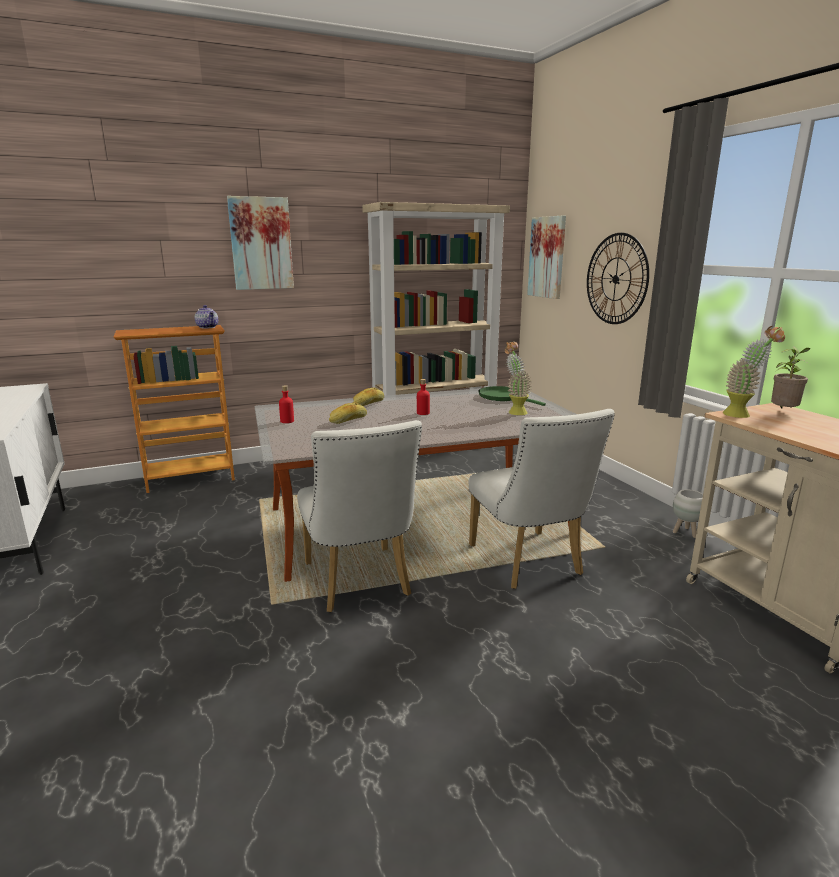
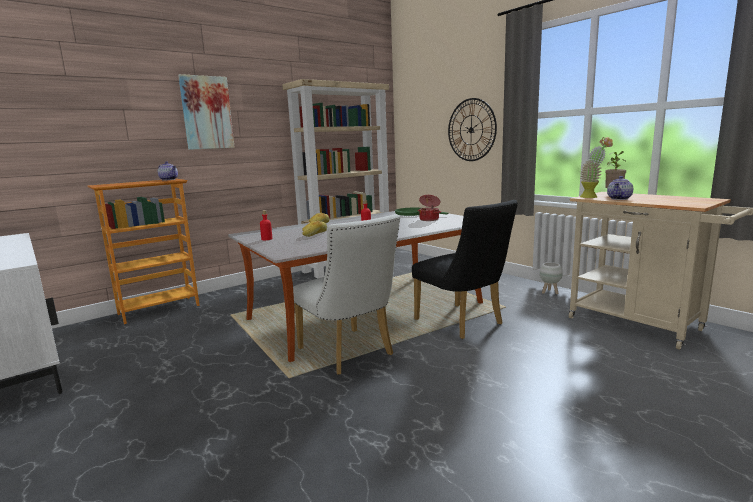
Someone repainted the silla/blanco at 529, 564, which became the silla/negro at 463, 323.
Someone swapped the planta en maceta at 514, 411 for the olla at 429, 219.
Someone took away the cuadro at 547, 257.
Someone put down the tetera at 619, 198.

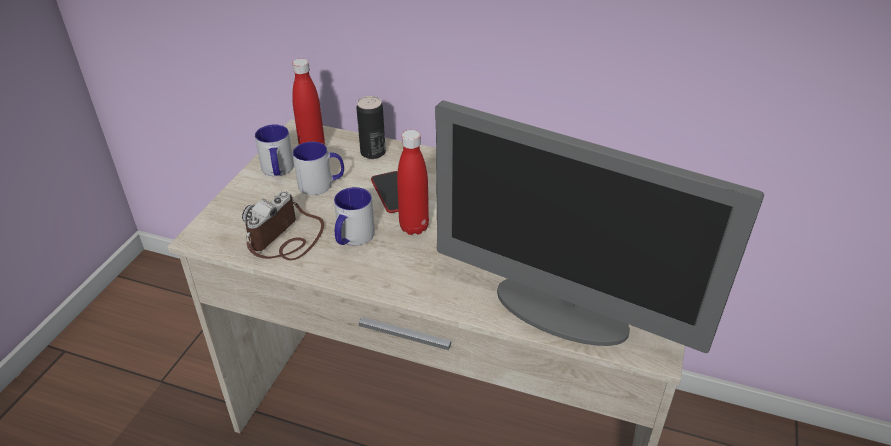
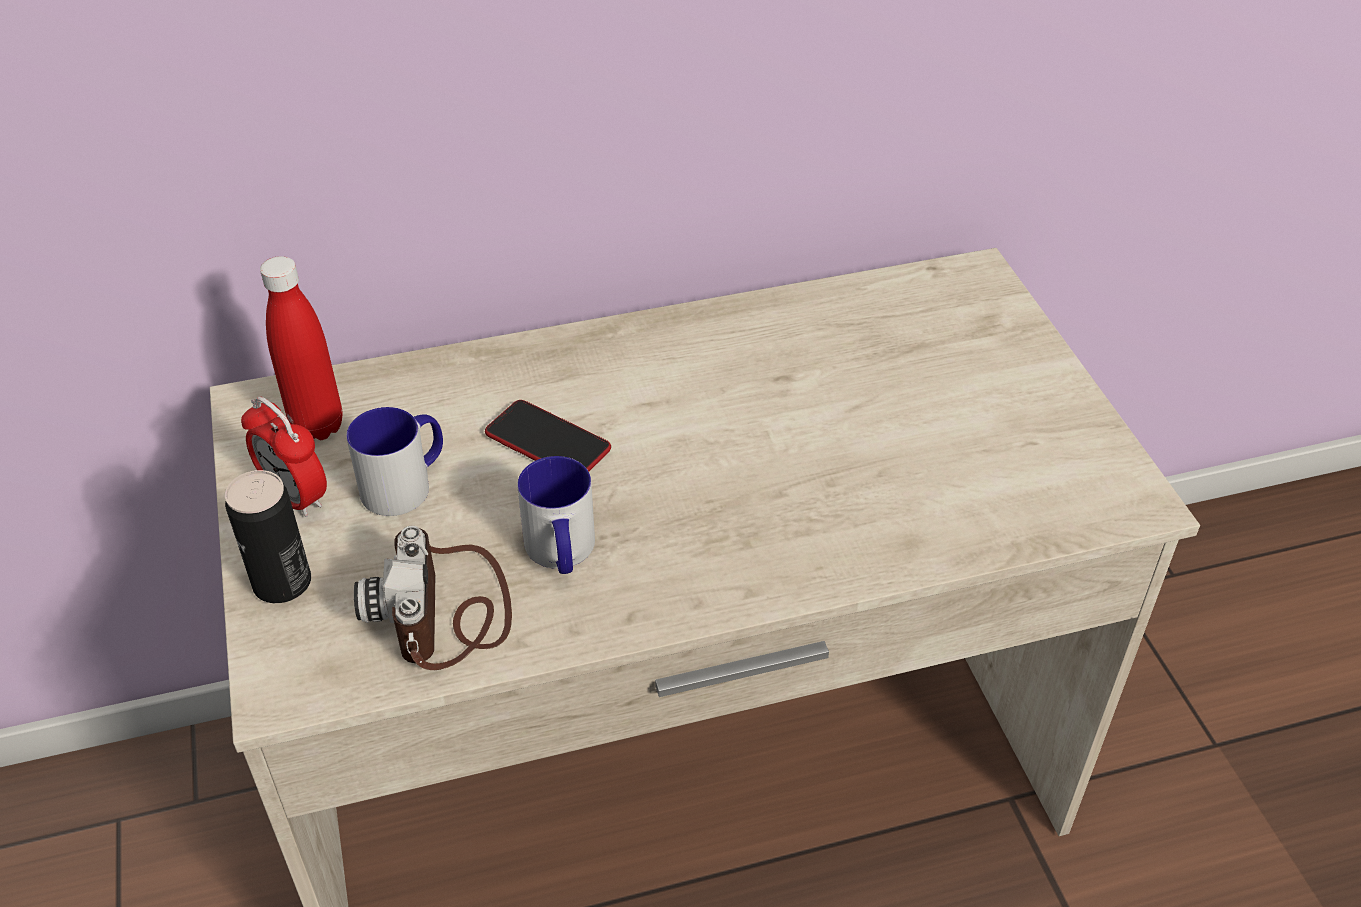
Someone swapped the taza grande at 278, 170 for the despertador at 295, 496.
Someone carried the lata from 373, 153 to 282, 583.
Someone took away the botella/rojo at 414, 227.
Someone took away the monitor at 562, 312.

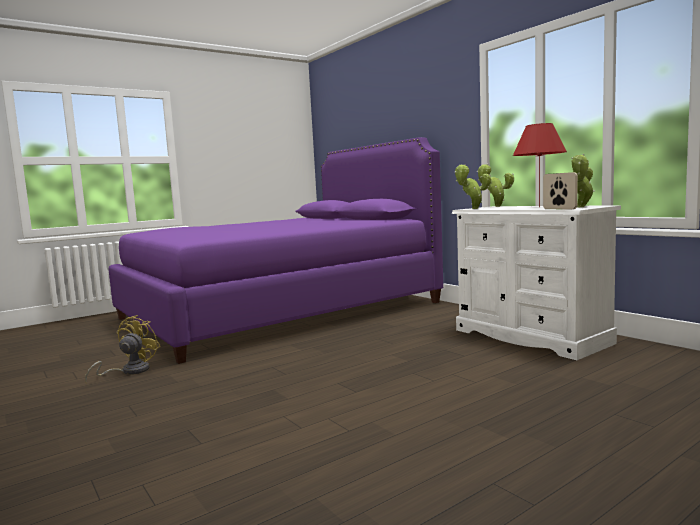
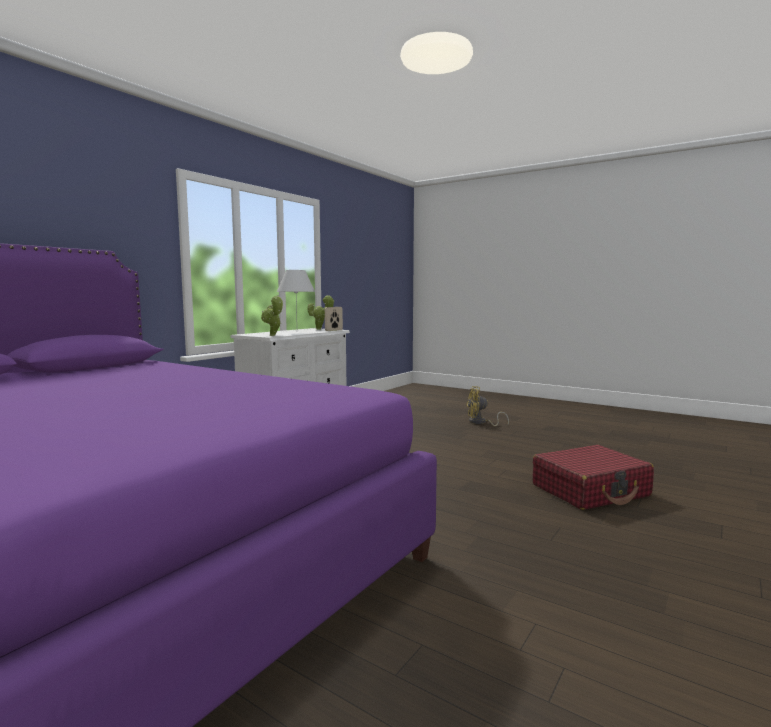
Someone carried the ventilador/amarillo from 129, 371 to 480, 422.
Someone took away the planta en maceta at 495, 206.
Someone repainted the lámpara de mesa/rojo at 539, 207, which became the lámpara de mesa/blanco at 296, 331.
Someone put down the maleta/rojo at 591, 490.

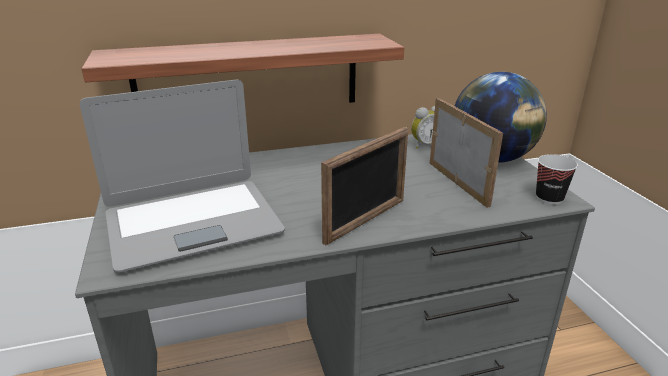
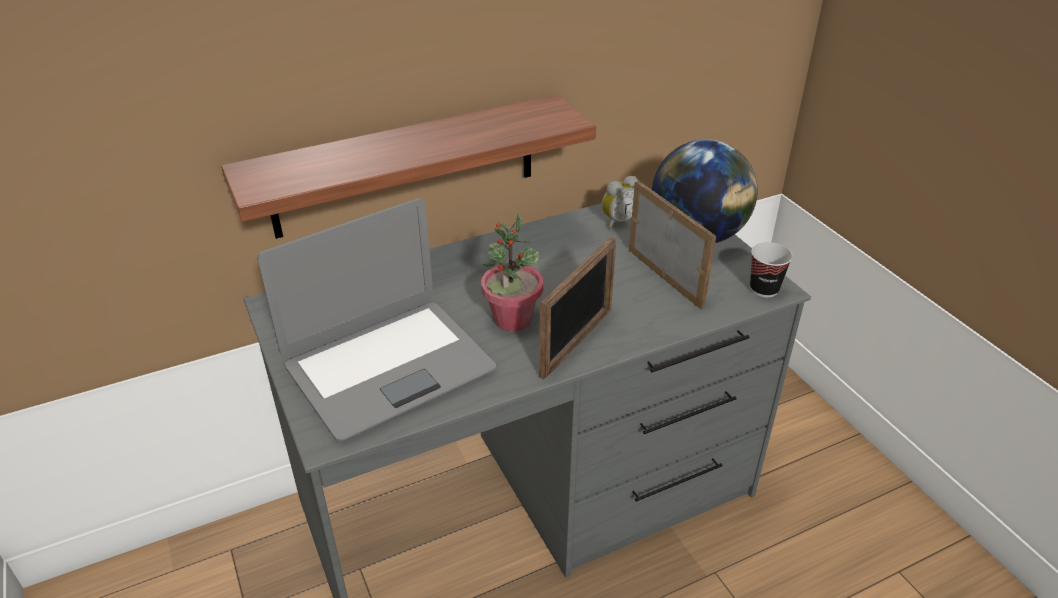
Someone put down the planta en maceta at 512, 320.

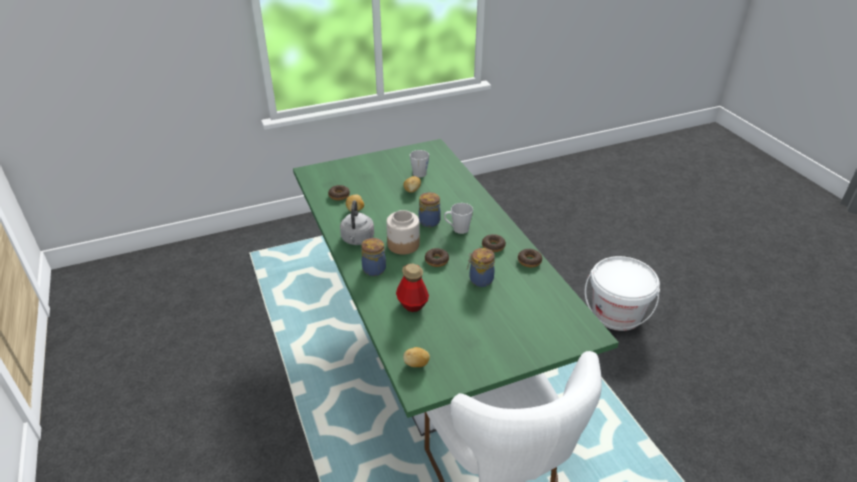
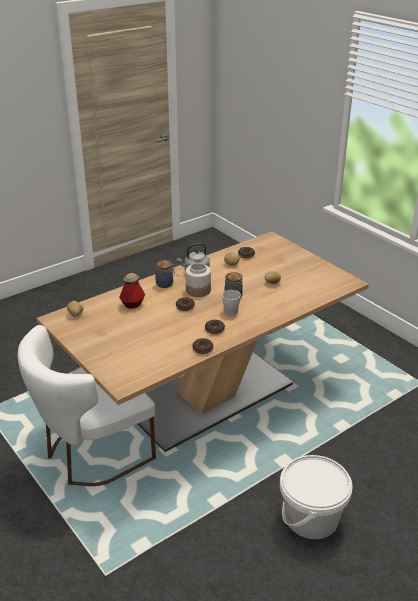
Someone repainted the mesa de comedor/verde at 428, 349, which became the mesa de comedor/beis at 208, 396.
Someone took away the taza grande/gris at 419, 172.
Someone took away the tarro at 480, 279.

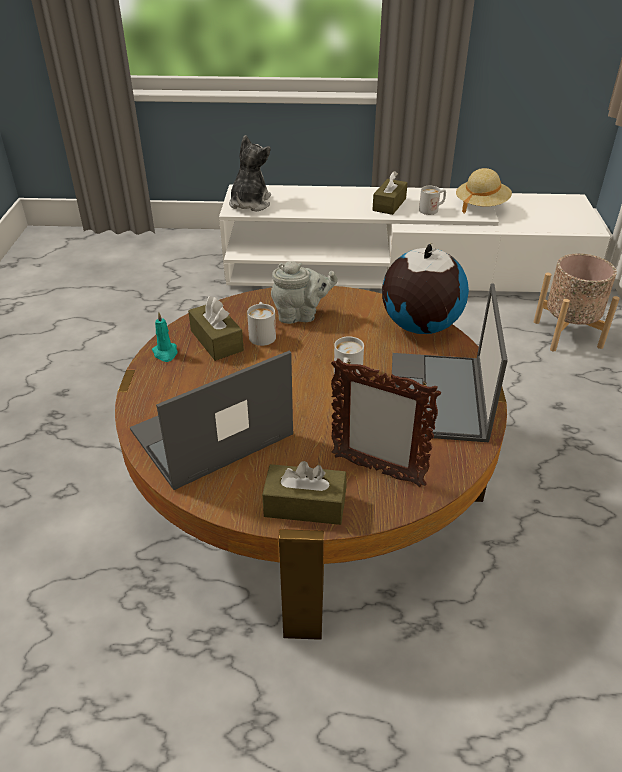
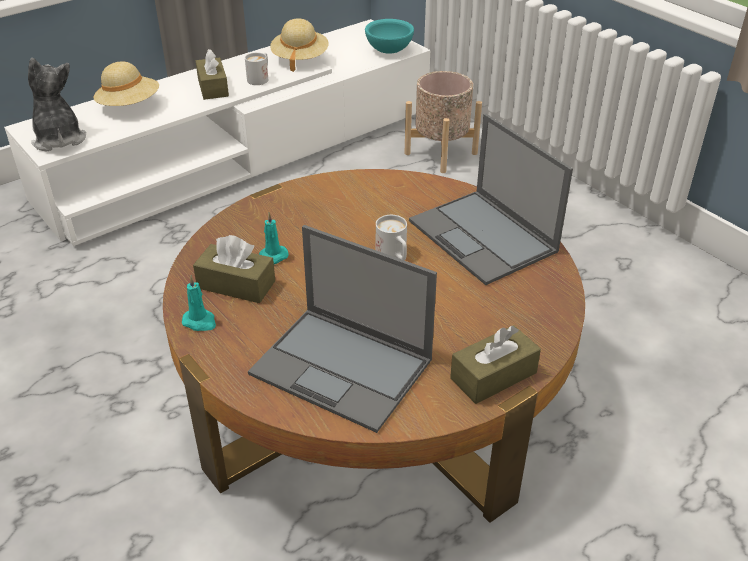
Someone rotated the portátil at 210, 434 by 75 degrees counterclockwise.
Someone swapped the taza grande/blanco at 262, 334 for the vela/turquesa at 272, 257.
Someone took away the tetera/gris at 301, 315.
Someone took away the portarretratos at 376, 470.
Someone took away the globo terráqueo at 419, 326.
Someone put down the sombrero/beis at 129, 106.
Someone put down the cuenco/turquesa at 389, 51.

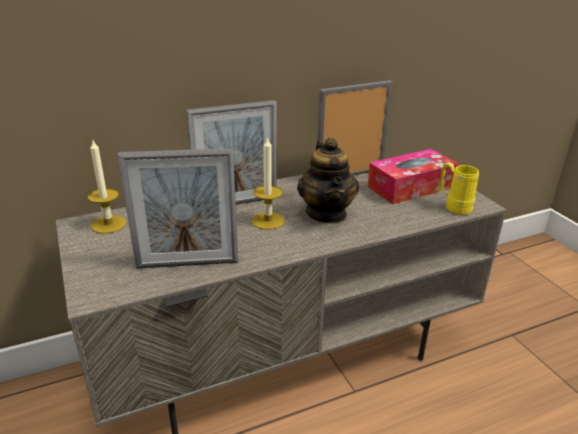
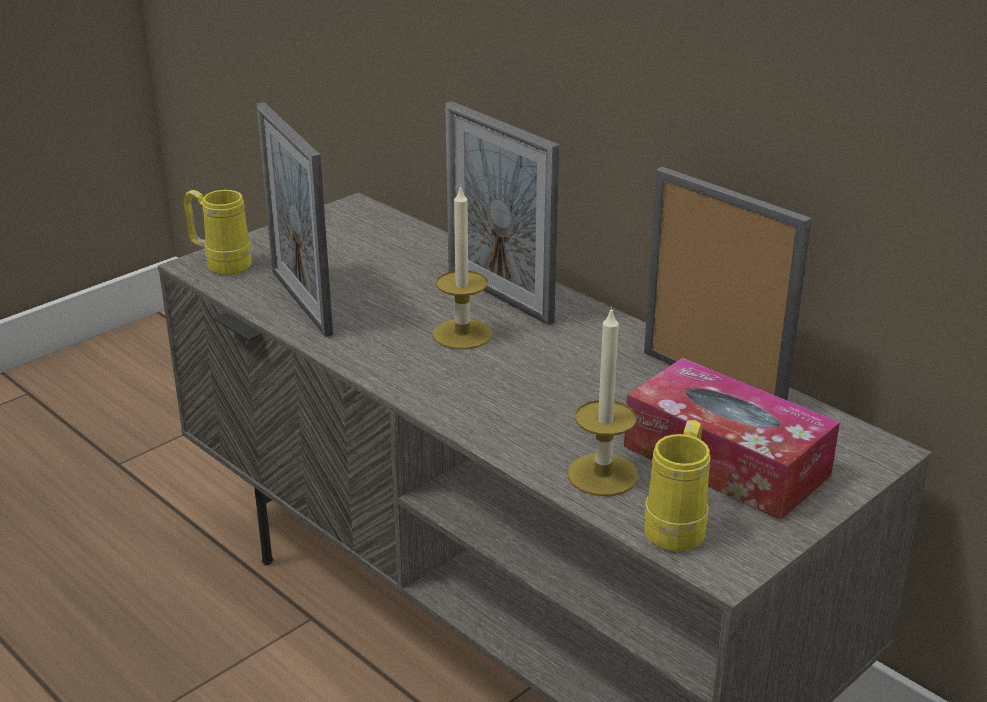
Someone carried the vela from 108, 224 to 602, 475.
Someone took away the tetera at 327, 213.
Someone put down the taza grande/amarillo at 221, 263.

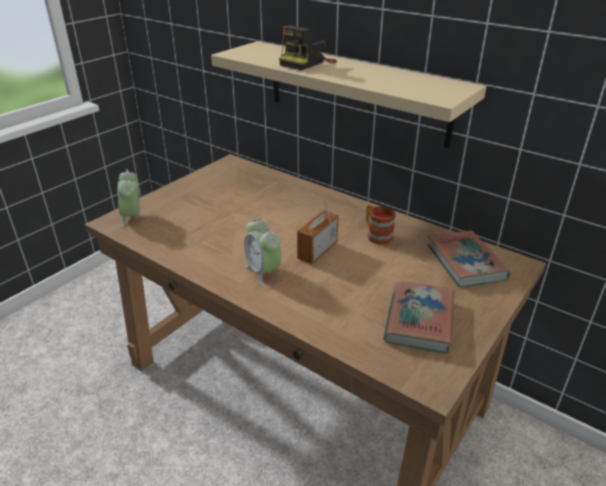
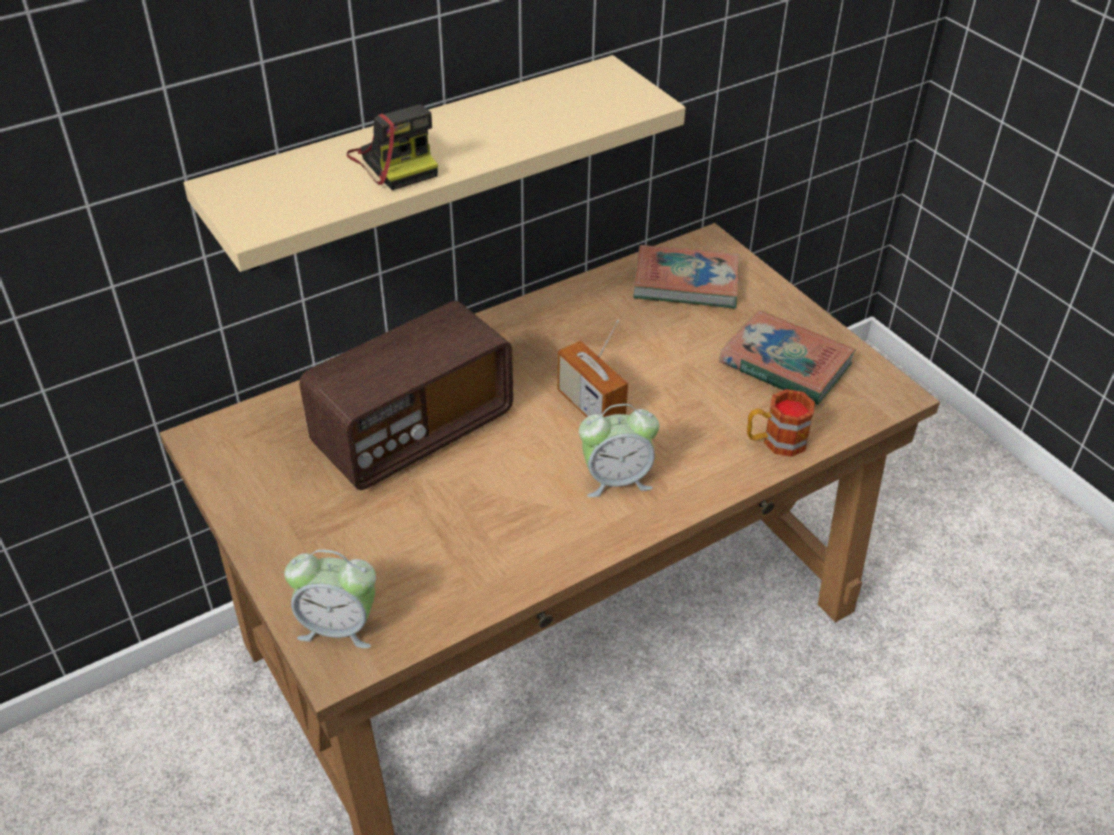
Someone carried the taza grande from 376, 234 to 775, 441.
Someone put down the radio at 414, 432.

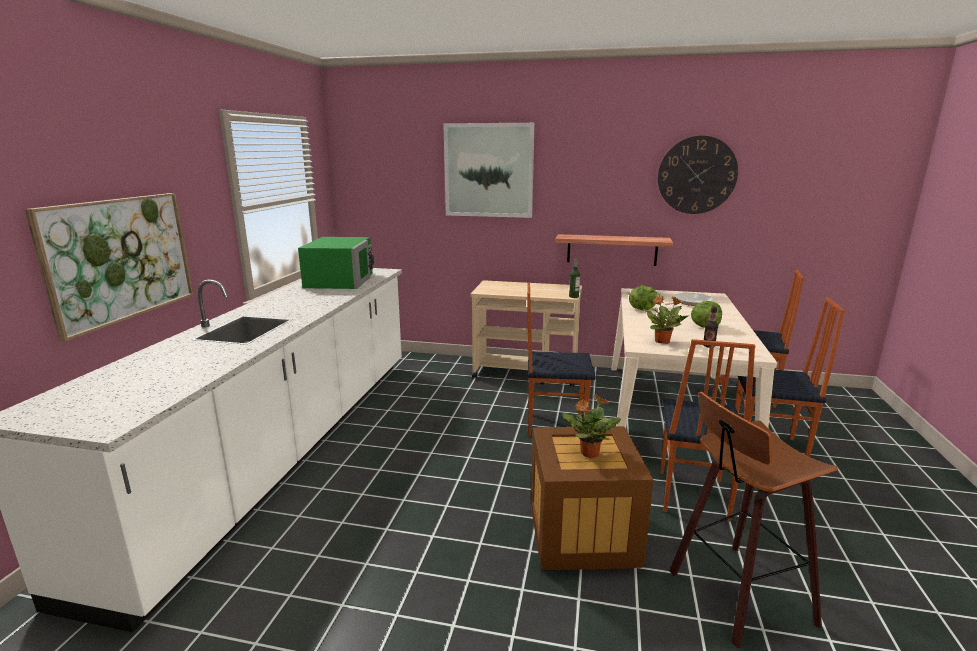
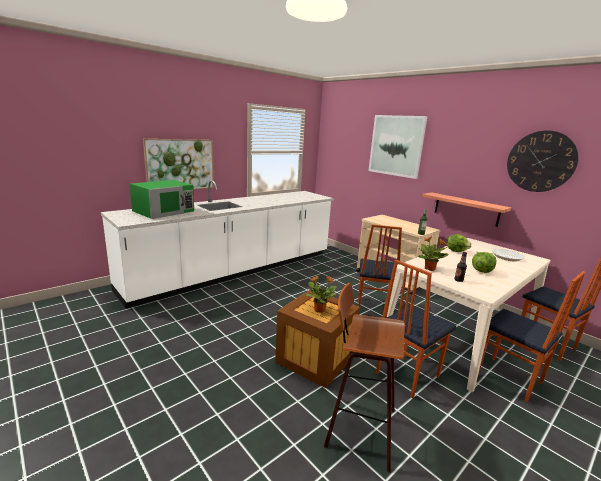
Someone carried the microondas/verde from 340, 280 to 164, 211.
Someone rotated the silla at 555, 424 by 120 degrees counterclockwise.

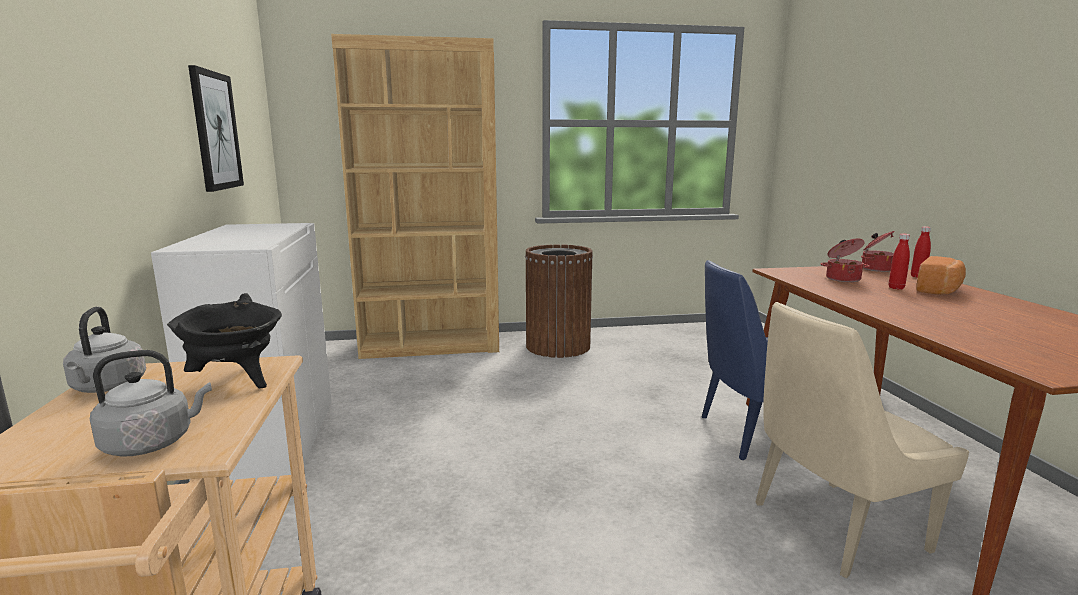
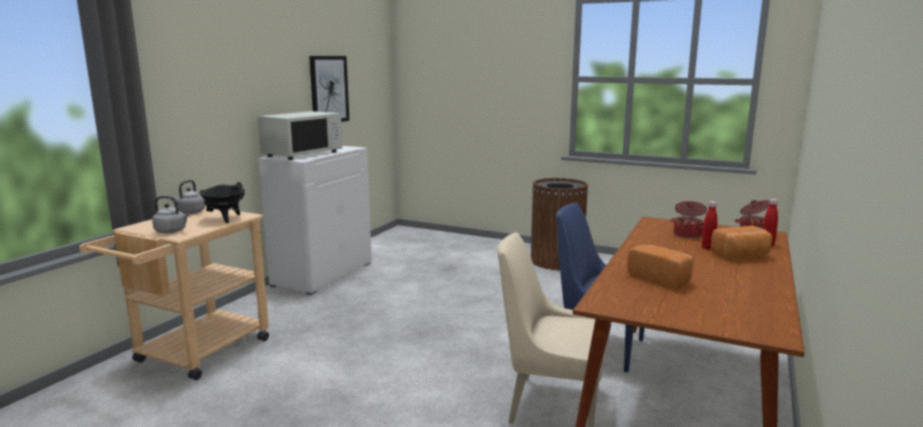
Someone took away the estantería/marrón at 431, 345.
Someone put down the microondas/blanco at 302, 154.
Someone put down the pan at 660, 279.

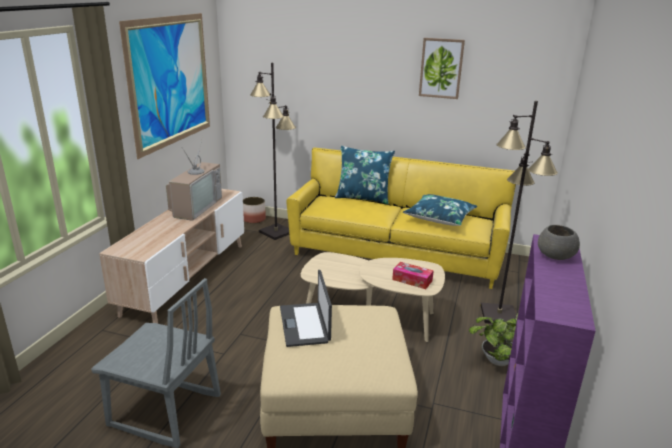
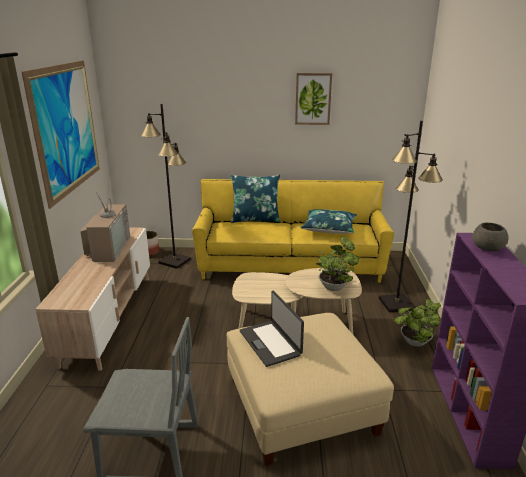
Someone swapped the caja de pañuelos at 412, 280 for the planta en maceta at 334, 286.

